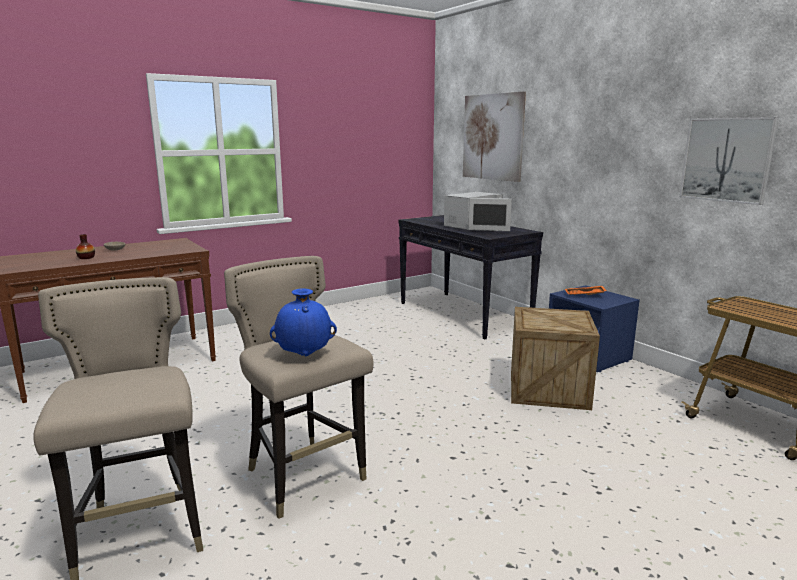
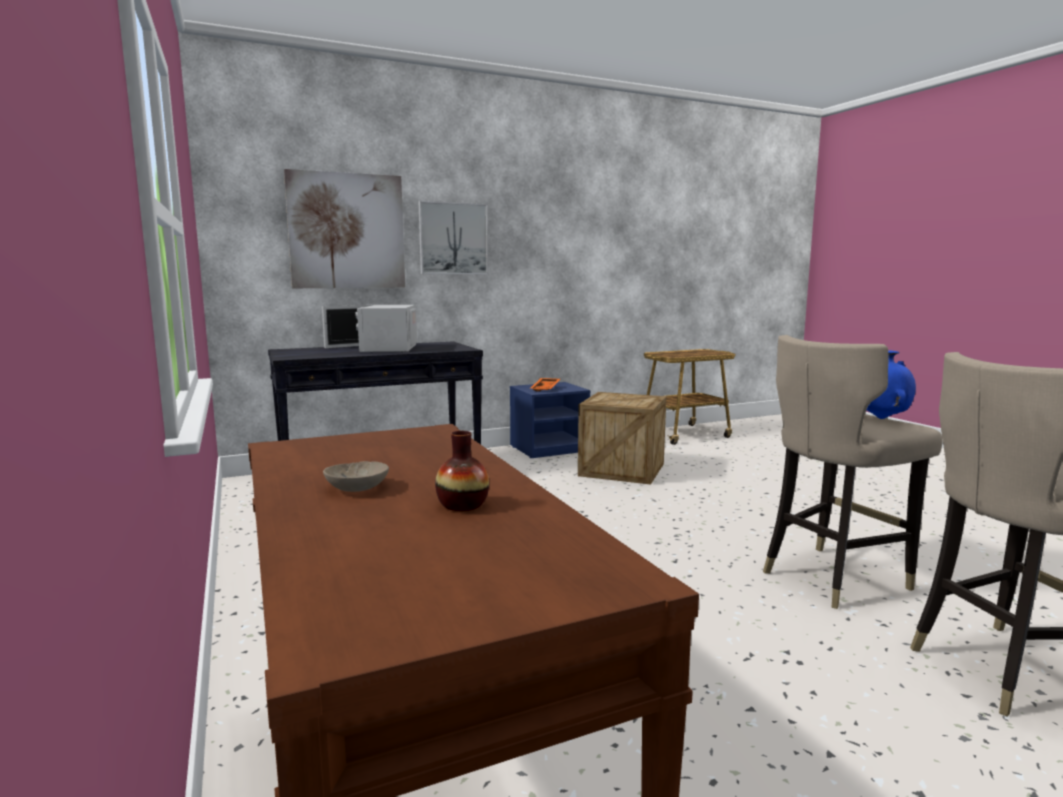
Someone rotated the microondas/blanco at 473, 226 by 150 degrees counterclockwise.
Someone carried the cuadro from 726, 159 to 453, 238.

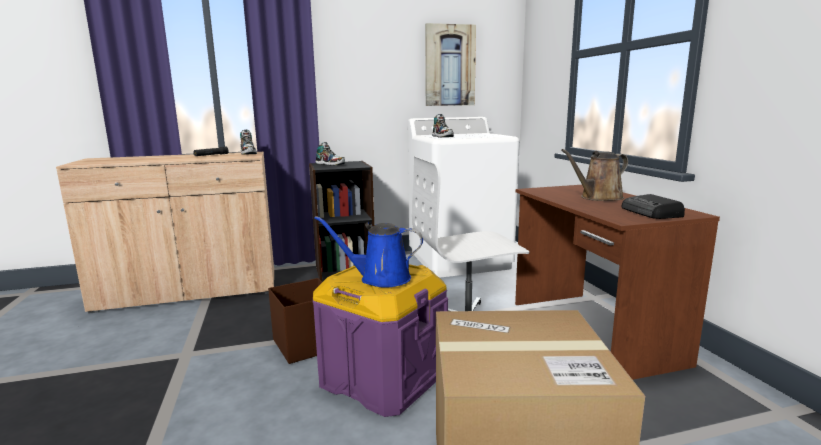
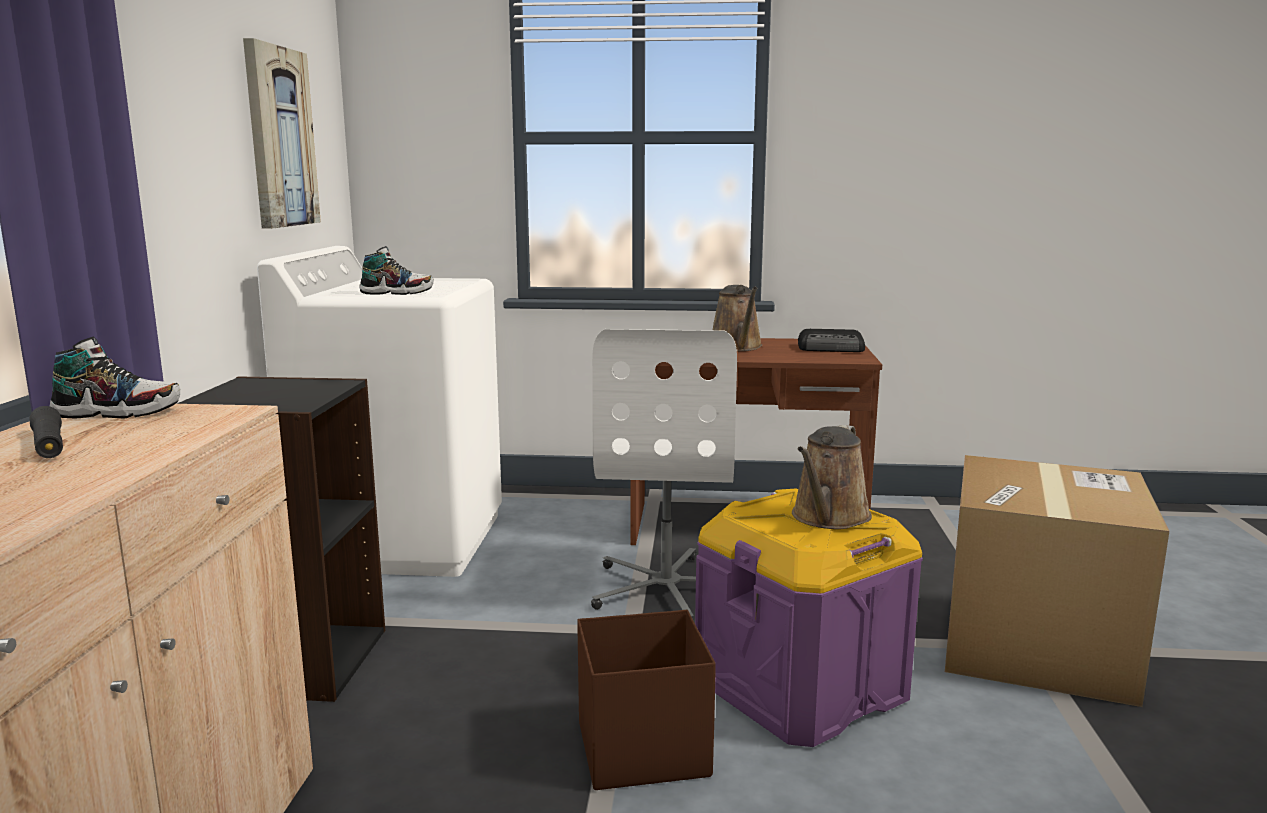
Someone repainted the regadera/azul at 380, 278, which became the regadera/marrón at 828, 518.
Someone took away the zapato at 330, 164.

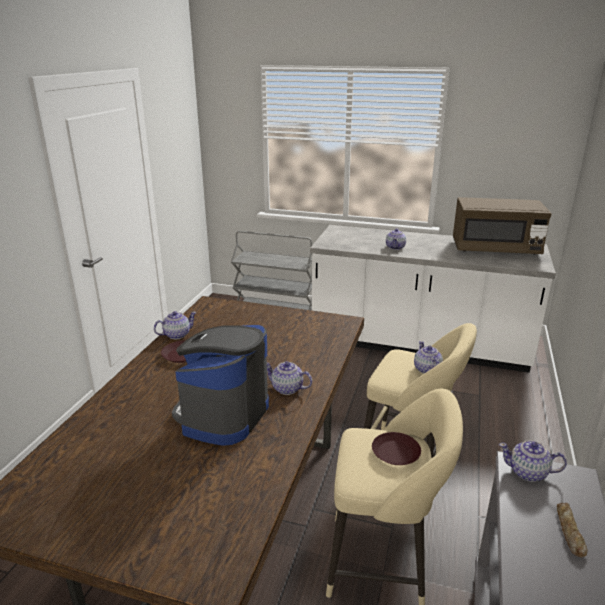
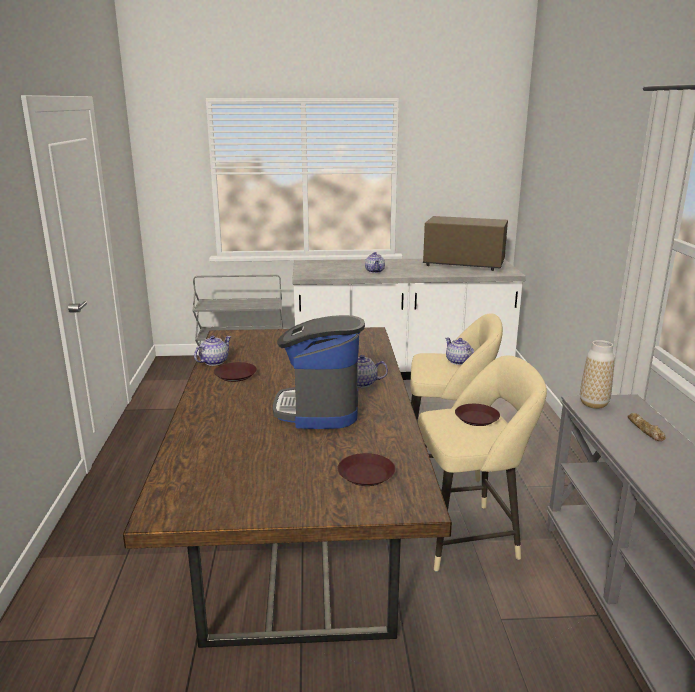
Someone rotated the microondas/marrón at 495, 249 by 150 degrees counterclockwise.
Someone swapped the tetera at 528, 473 for the florero at 593, 404.
Someone put down the plato/marrón at 365, 474.

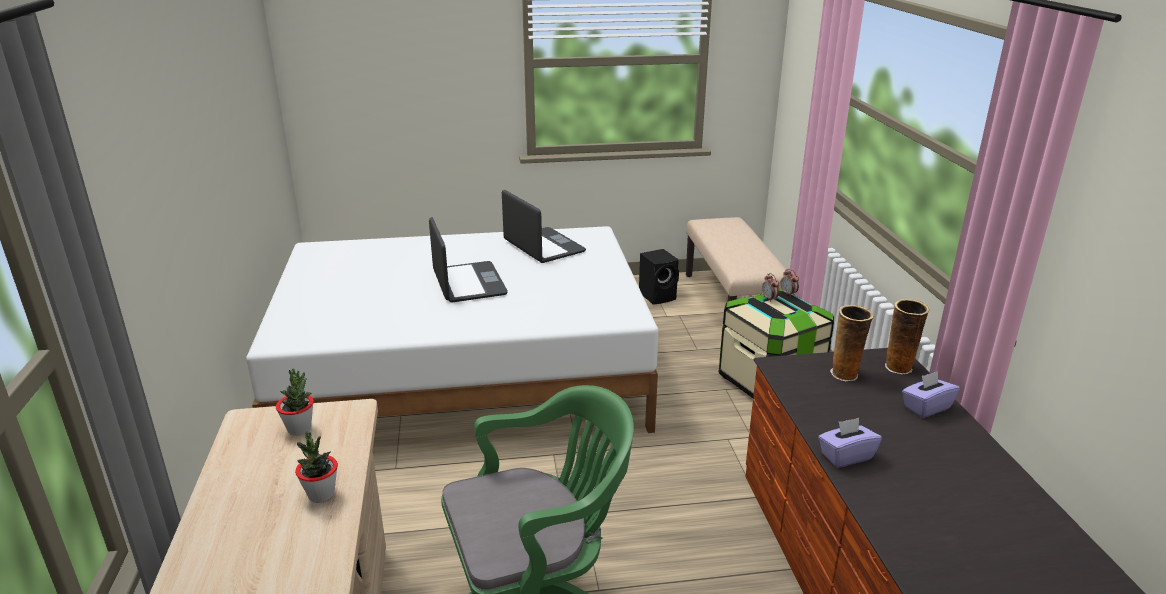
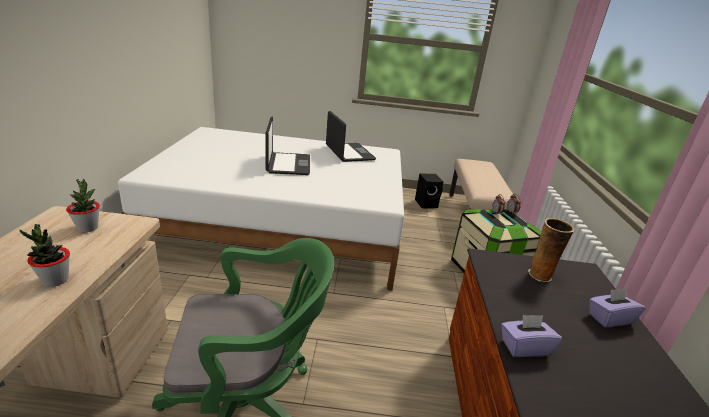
Someone took away the florero at 899, 367.

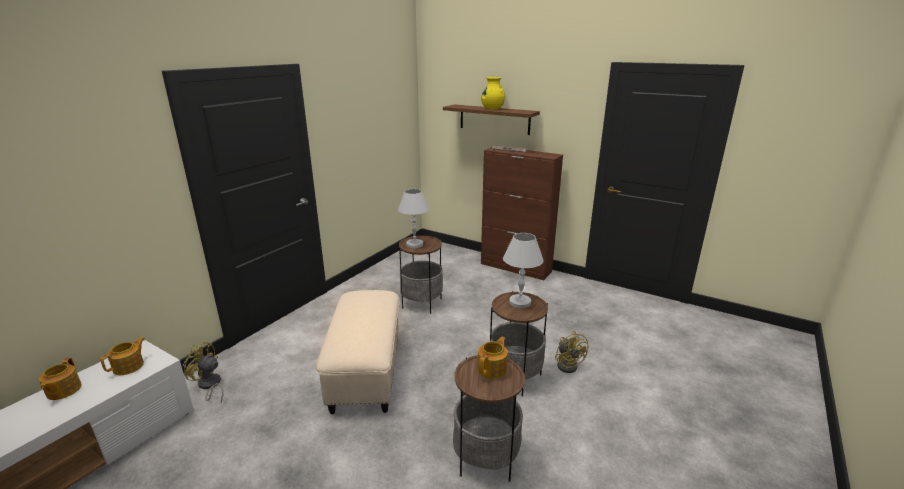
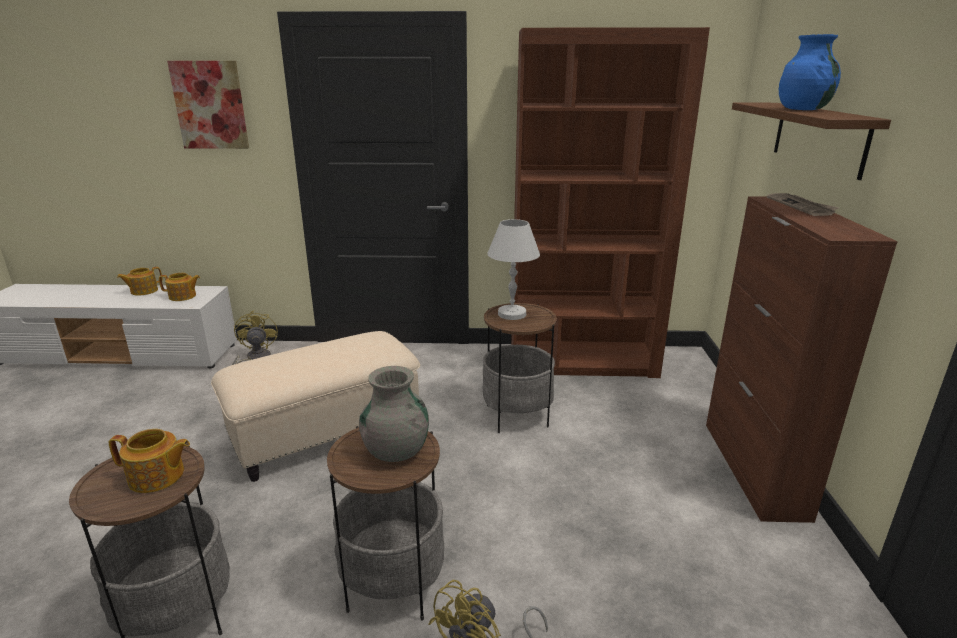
Someone repainted the florero/amarillo at 492, 108, which became the florero/azul at 802, 109.
Someone swapped the lámpara de mesa/blanco at 520, 302 for the florero/gris at 396, 451.
Someone put up the cuadro at 210, 105.
Someone put down the estantería/marrón at 582, 361.

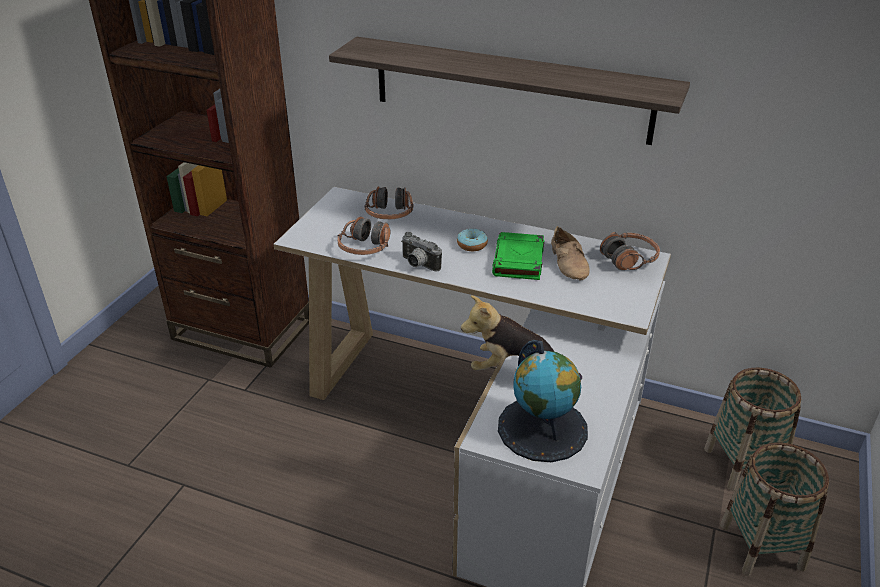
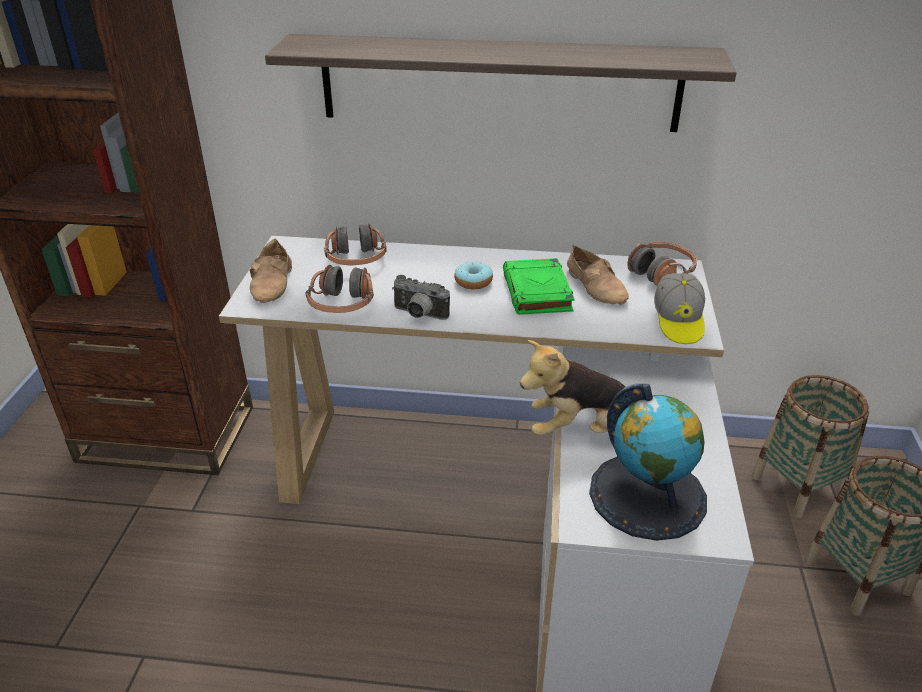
Someone put down the zapato/beis at 274, 283.
Someone put down the gorra at 678, 321.

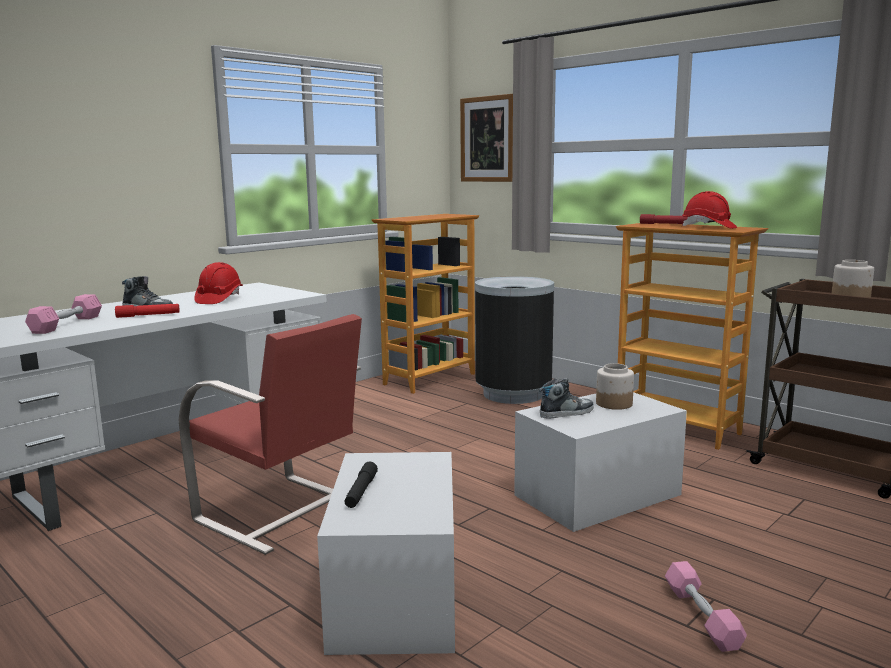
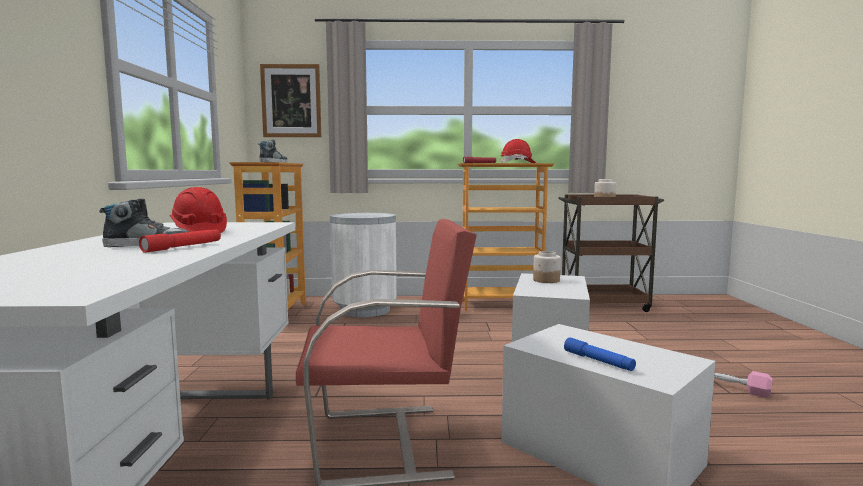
Someone took away the mancuerna/rosa at 66, 324.
Someone repainted the linterna/negro at 361, 491, which became the linterna/azul at 598, 361.
Someone repainted the papelera/negro at 513, 394, which became the papelera/blanco at 365, 310.
Someone carried the zapato from 566, 413 to 273, 162.

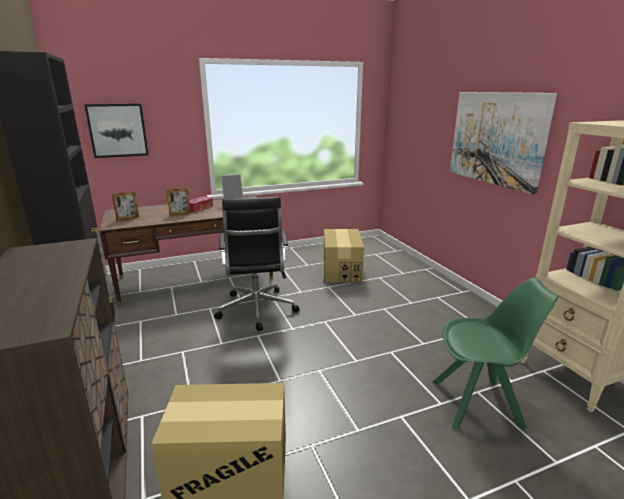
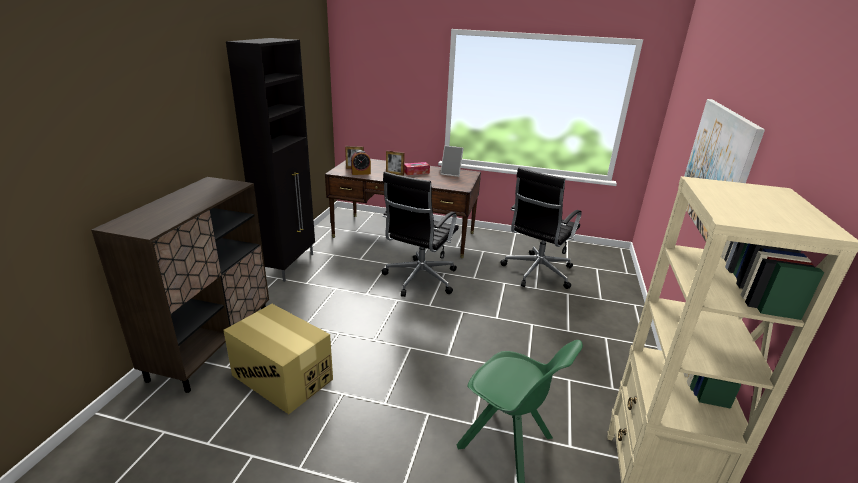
Someone took away the cuadro at 118, 130.
Someone swapped the caja de cartón at 341, 271 for the silla de oficina/negro at 536, 273.
Someone put down the despertador at 361, 173.

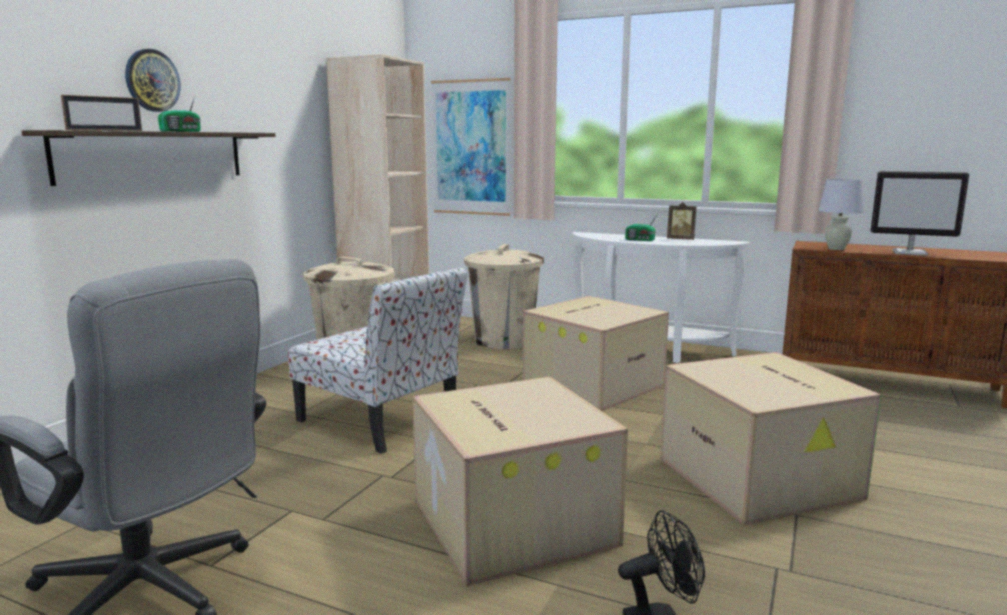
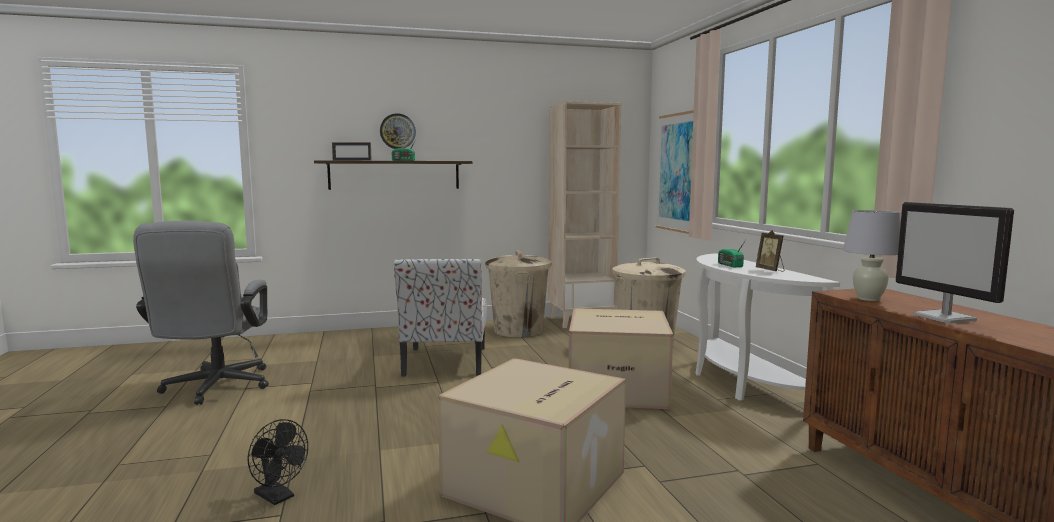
Someone took away the caja de cartón at 509, 521.

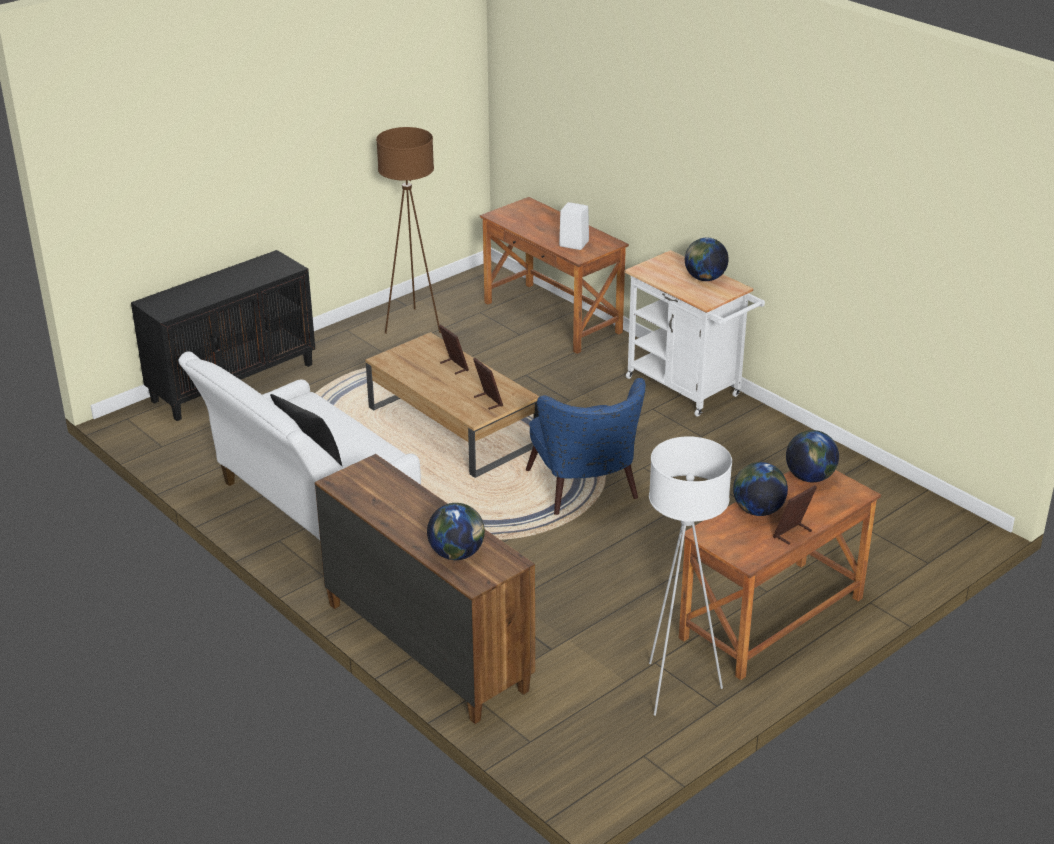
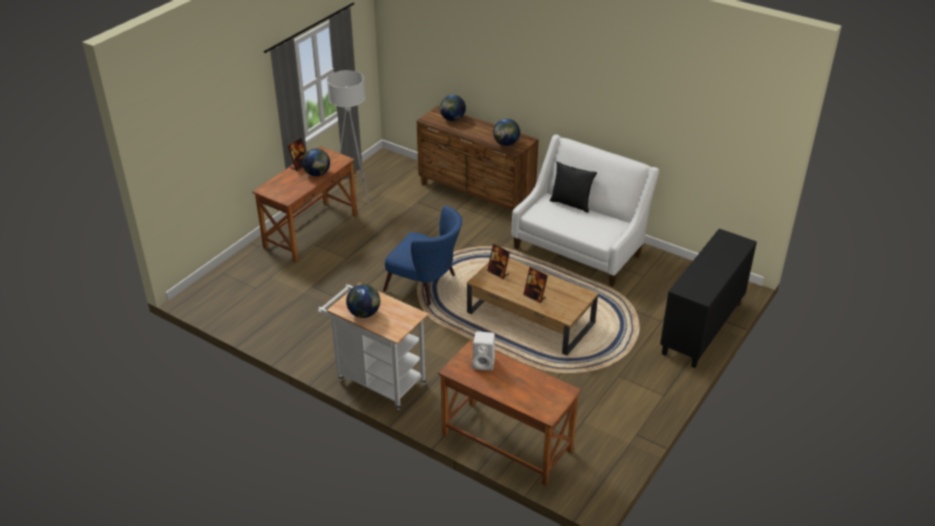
Someone took away the lámpara de pie/marrón at 413, 324.
Someone rotated the sillón/azul at 586, 491 by 150 degrees clockwise.
Someone carried the globo terráqueo from 810, 477 to 506, 144.

